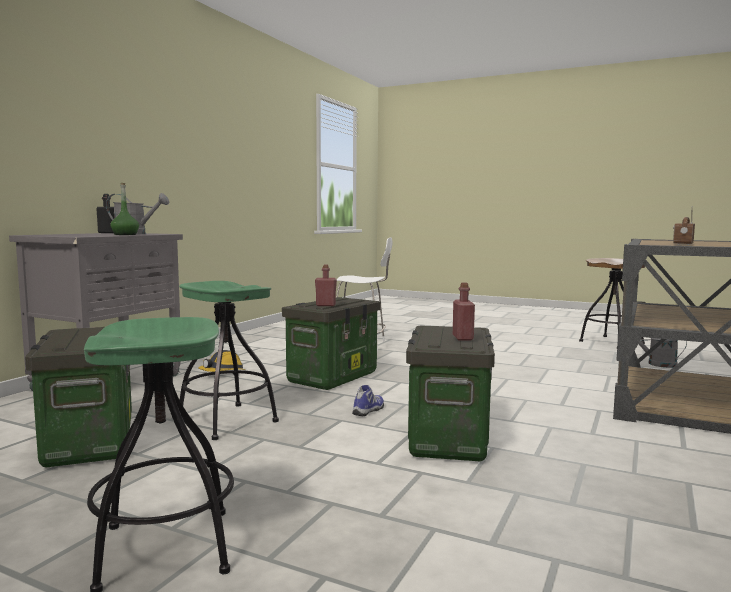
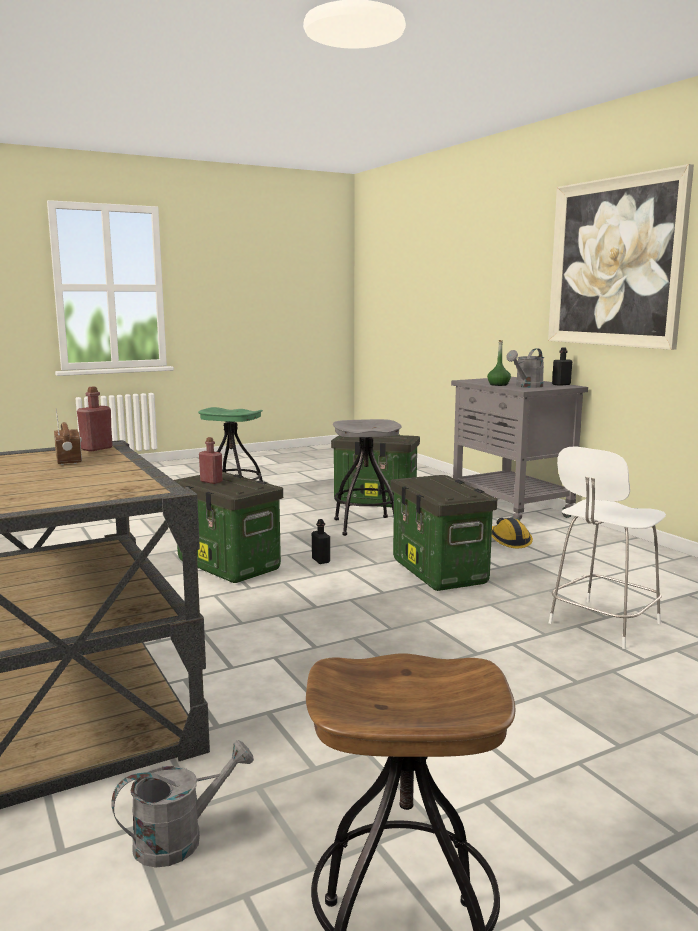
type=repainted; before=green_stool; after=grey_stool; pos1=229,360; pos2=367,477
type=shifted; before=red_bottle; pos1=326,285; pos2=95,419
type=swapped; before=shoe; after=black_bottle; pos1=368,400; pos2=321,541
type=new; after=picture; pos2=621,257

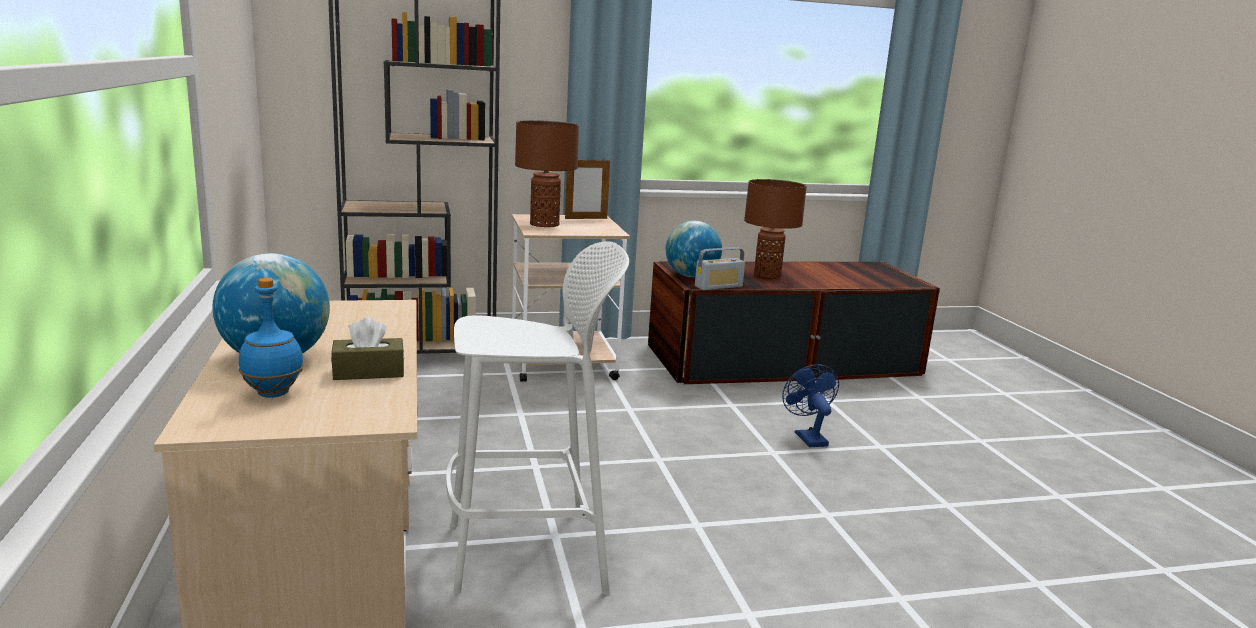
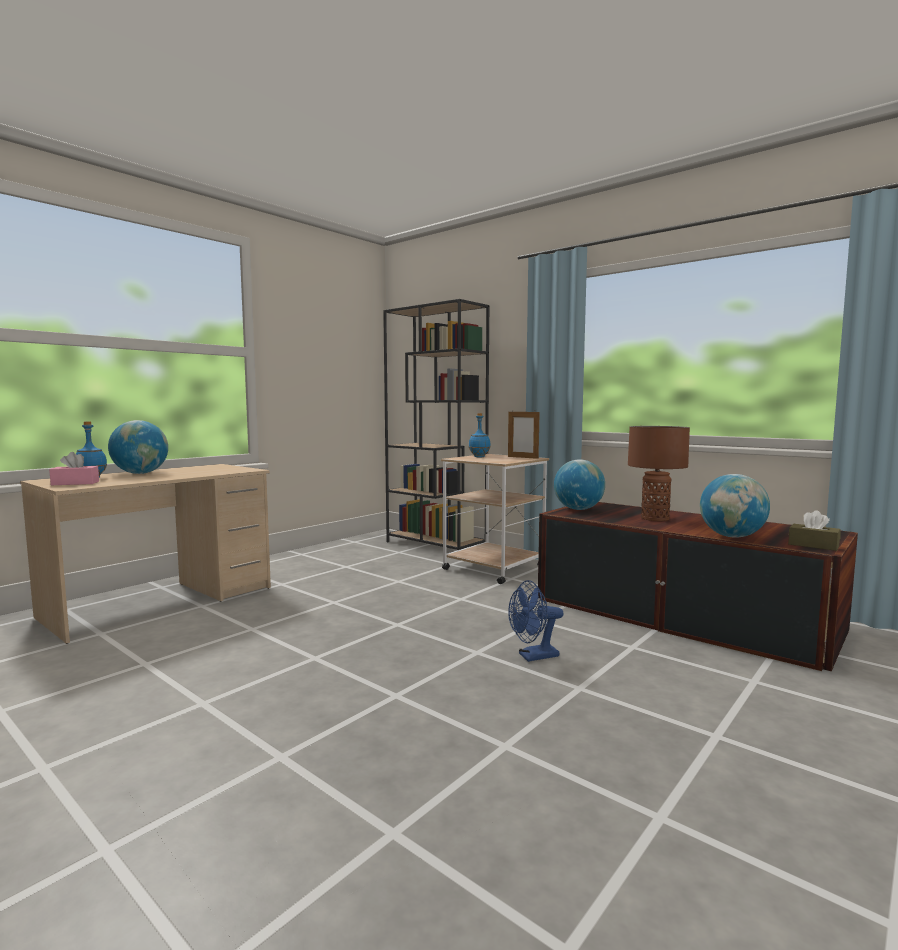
type=shifted; before=brown_tissue_box; pos1=367,348; pos2=814,530
type=gone; before=white_stool; pos1=537,418
type=swapped; before=brown_table_lamp; after=blue_bottle; pos1=547,173; pos2=479,435
type=gone; before=radio; pos1=720,268
type=rotated; before=blue_fan; pos1=810,405; pos2=536,621; turn=-150
type=new; after=pink_tissue_box; pos2=74,468
type=new; after=globe; pos2=735,506

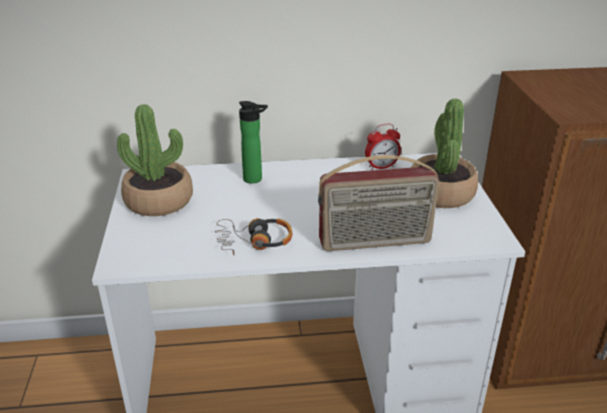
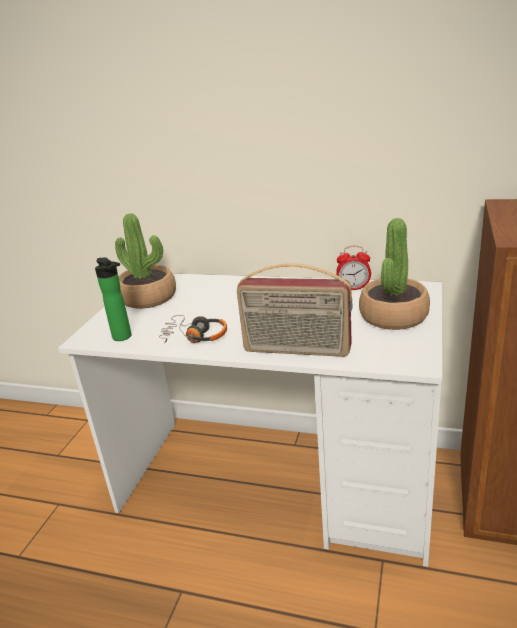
type=shifted; before=bottle; pos1=253,142; pos2=113,299

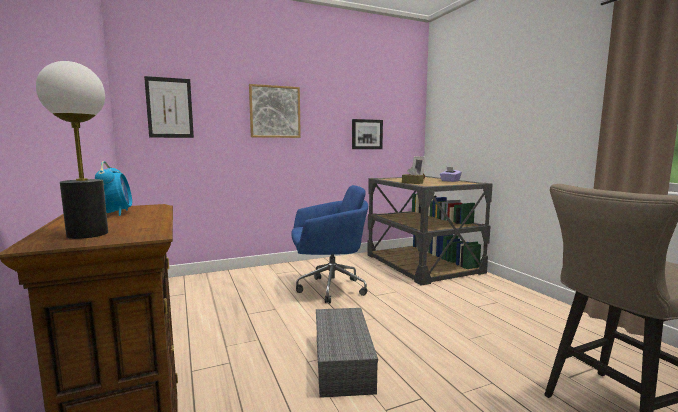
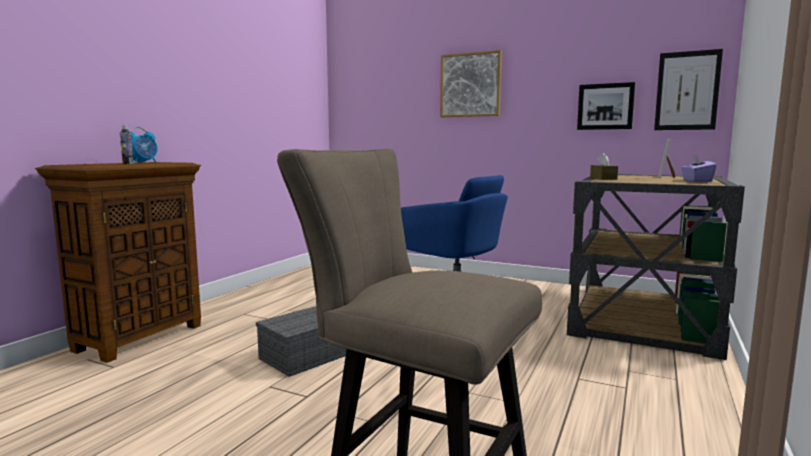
type=gone; before=table_lamp; pos1=72,150
type=shifted; before=picture; pos1=169,107; pos2=688,89
type=new; after=bottle; pos2=127,144

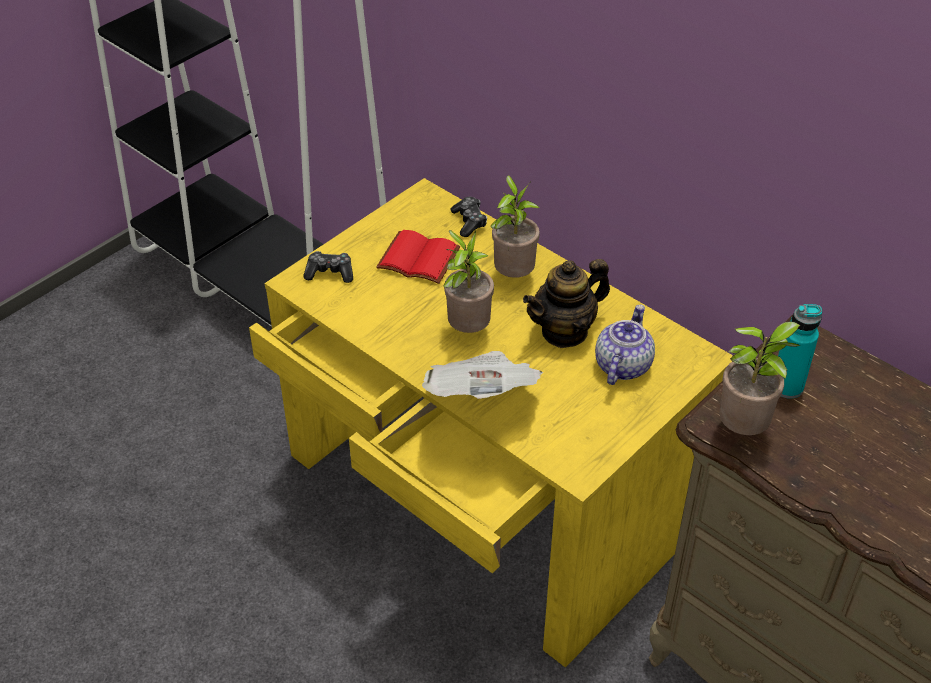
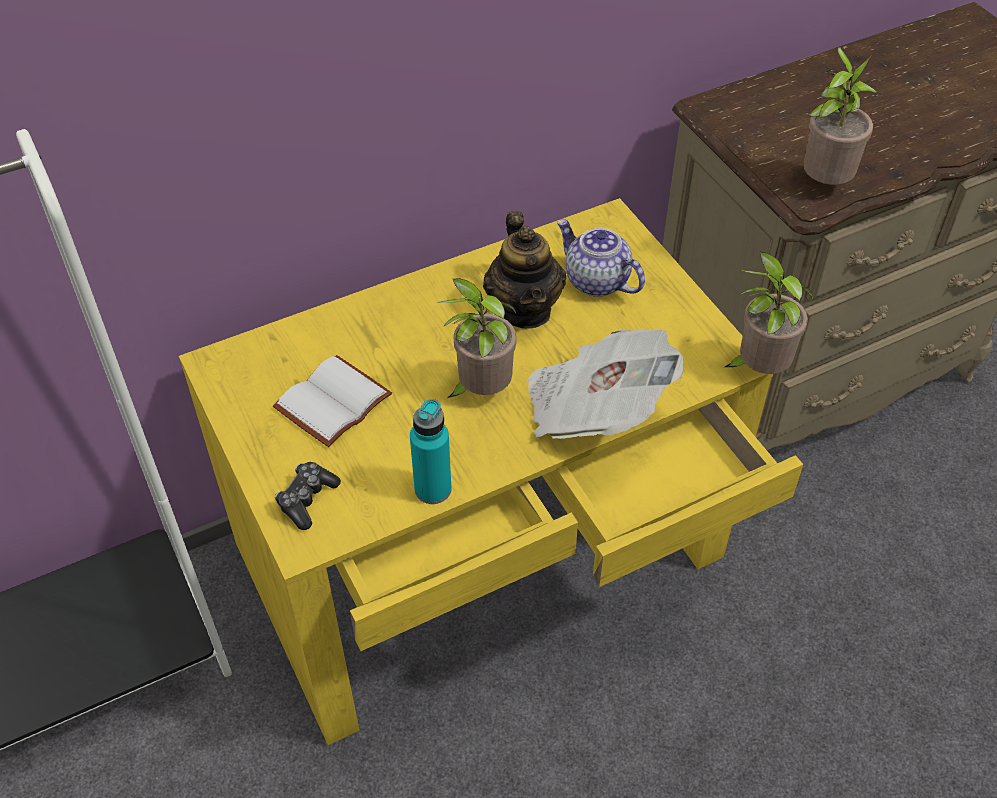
type=repainted; before=red_book; after=white_book; pos1=418,257; pos2=332,401
type=gone; before=game_controller; pos1=468,217
type=shifted; before=potted_plant; pos1=515,226; pos2=769,313
type=shifted; before=turquoise_bottle; pos1=800,351; pos2=431,451

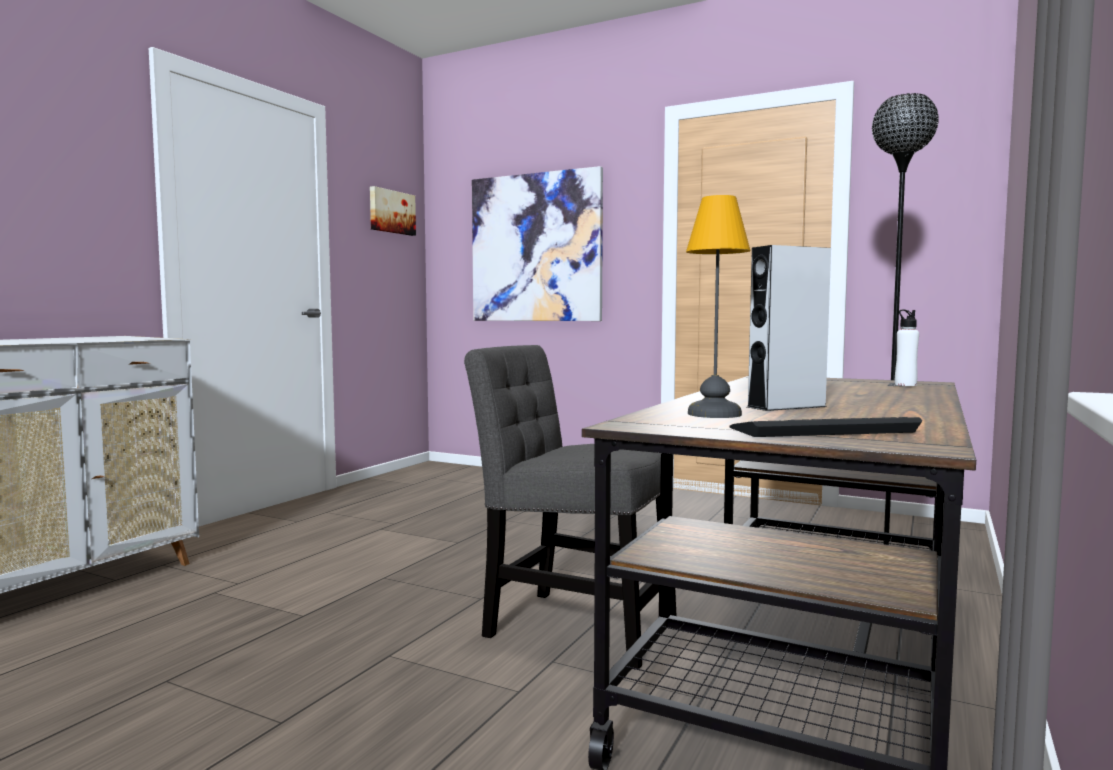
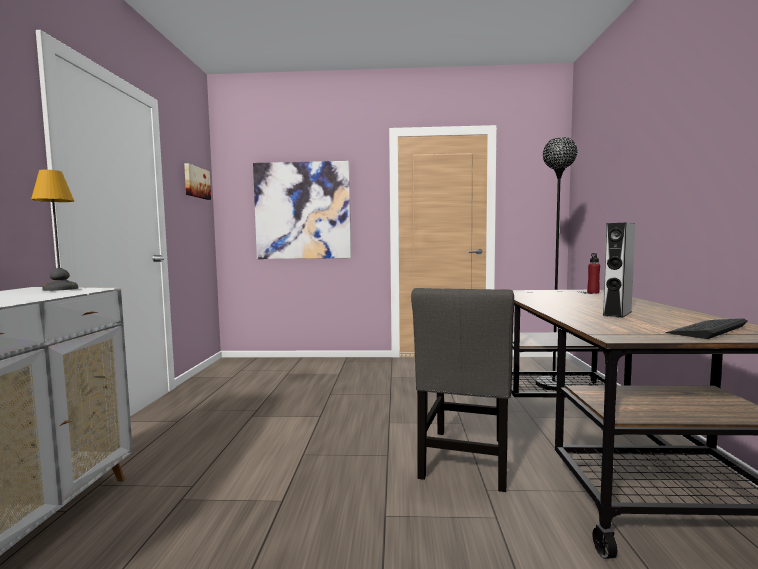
type=rotated; before=grey_chair; pos1=570,507; pos2=462,390; turn=-75
type=shifted; before=table_lamp; pos1=718,306; pos2=54,230
type=repainted; before=white_bottle; after=red_bottle; pos1=907,348; pos2=593,273

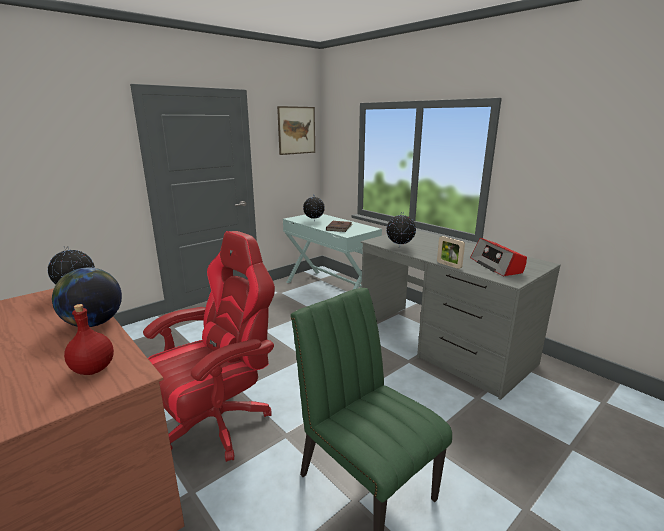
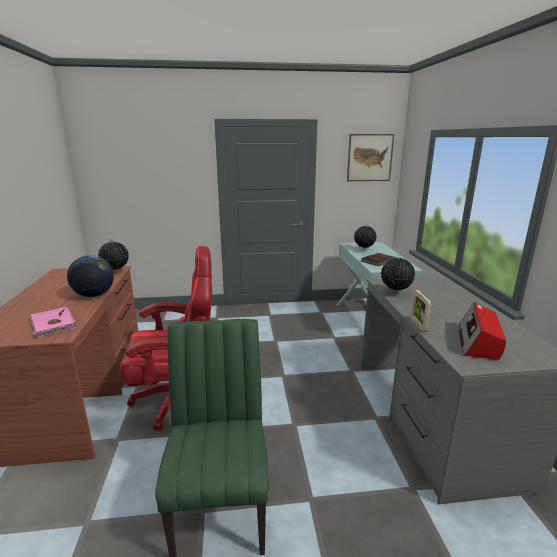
type=swapped; before=red_bottle; after=pink_book; pos1=89,339; pos2=53,322

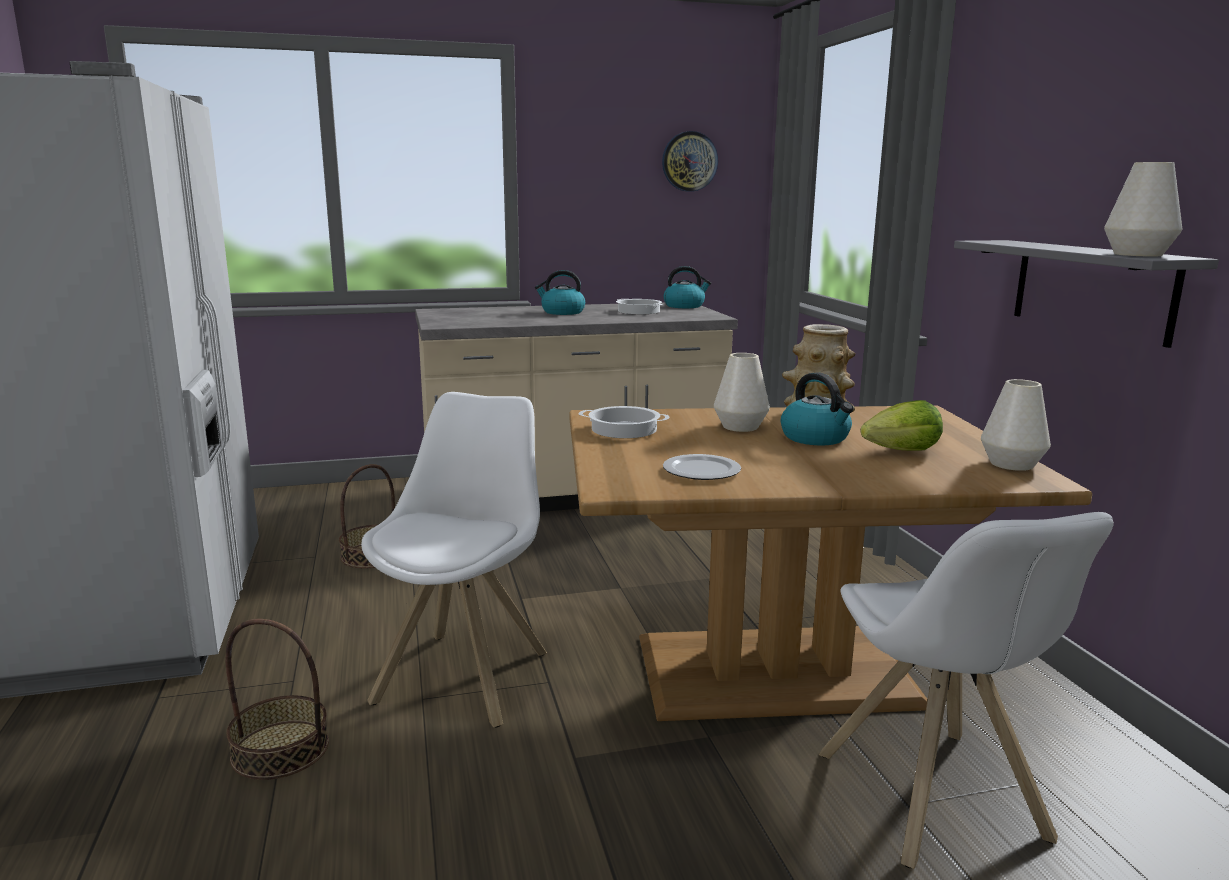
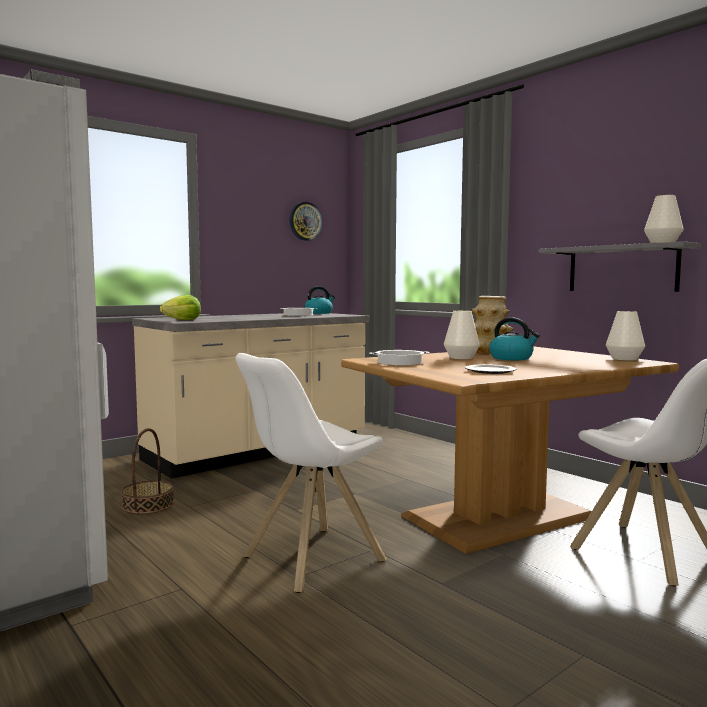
type=gone; before=basket; pos1=277,699
type=rotated; before=white_chair; pos1=454,559; pos2=310,473; turn=-120
type=gone; before=kettle; pos1=560,292
type=shifted; before=lettuce; pos1=901,425; pos2=180,307

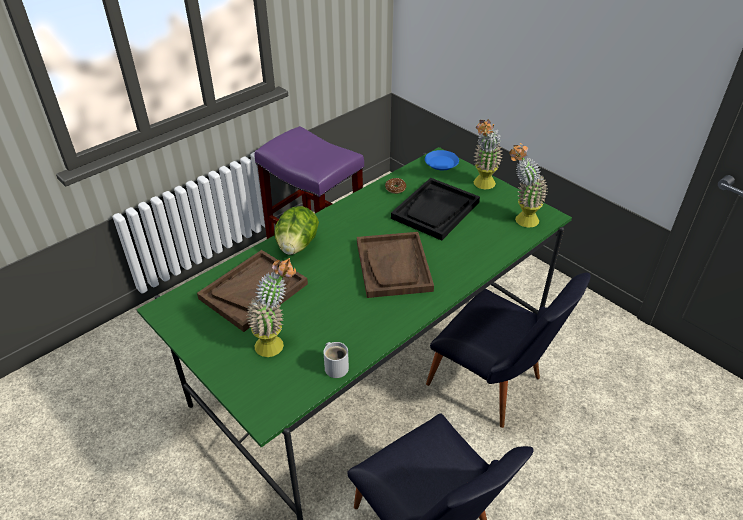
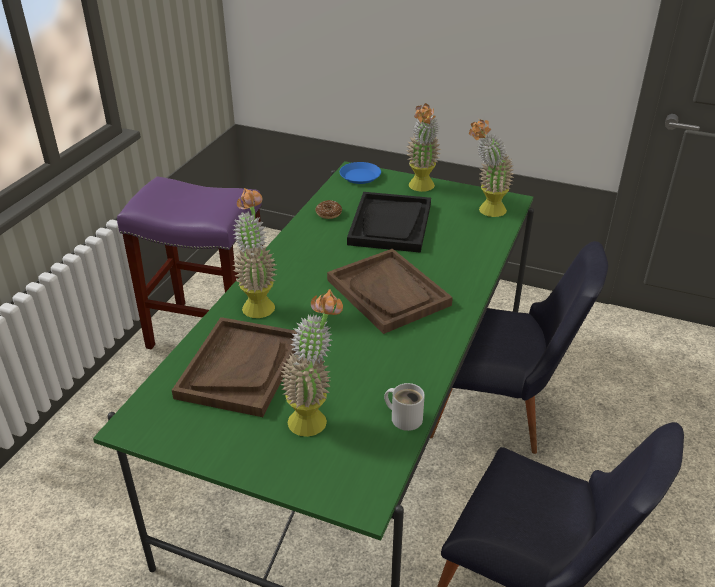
type=swapped; before=lettuce; after=potted_plant; pos1=296,230; pos2=255,253

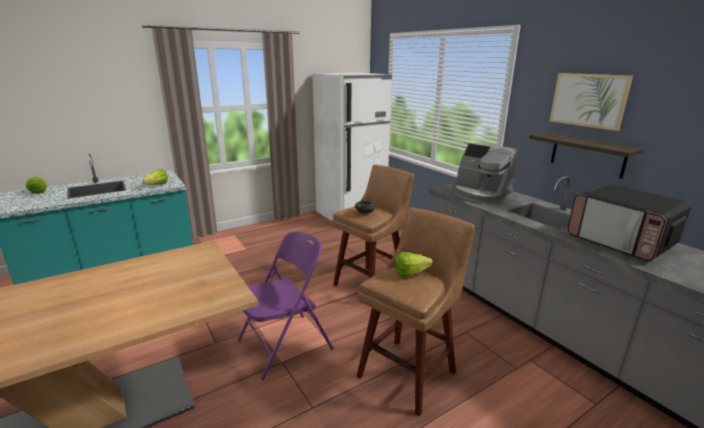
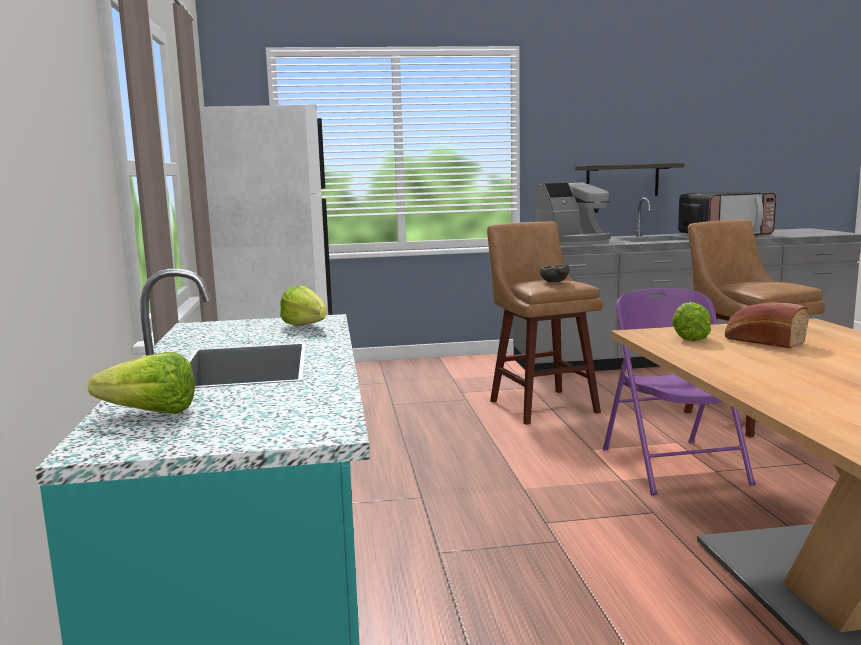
type=shifted; before=lettuce; pos1=414,264; pos2=691,321
type=gone; before=picture; pos1=591,102
type=new; after=bread; pos2=767,325

